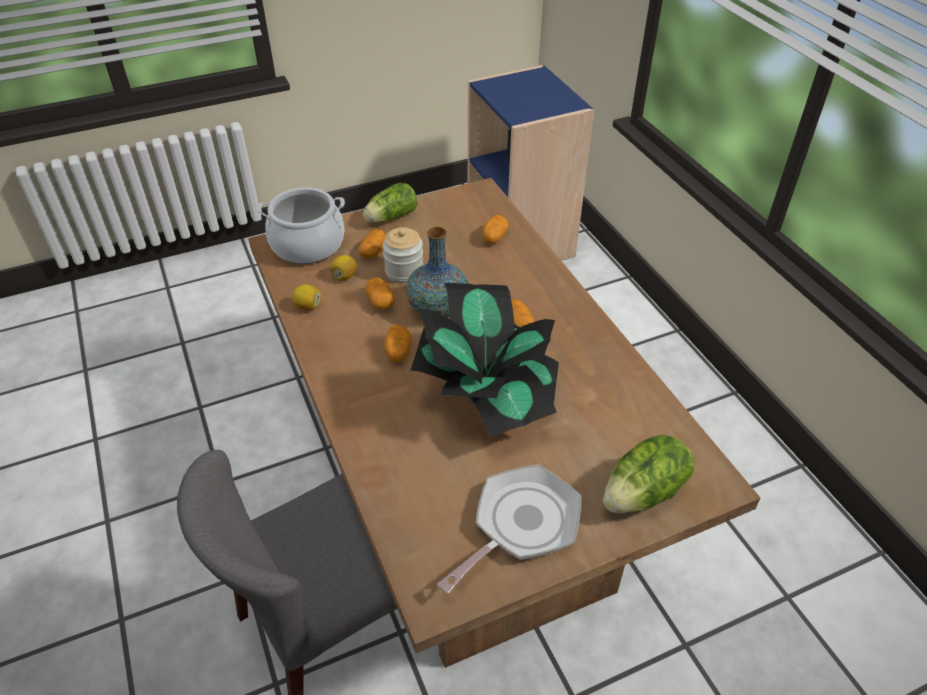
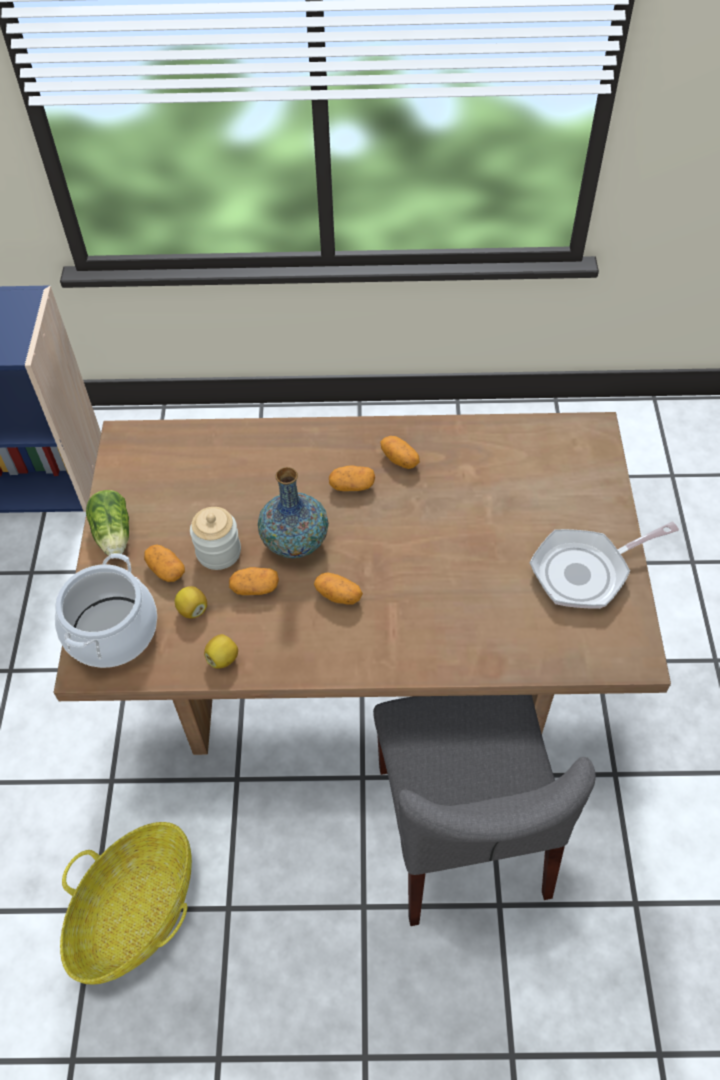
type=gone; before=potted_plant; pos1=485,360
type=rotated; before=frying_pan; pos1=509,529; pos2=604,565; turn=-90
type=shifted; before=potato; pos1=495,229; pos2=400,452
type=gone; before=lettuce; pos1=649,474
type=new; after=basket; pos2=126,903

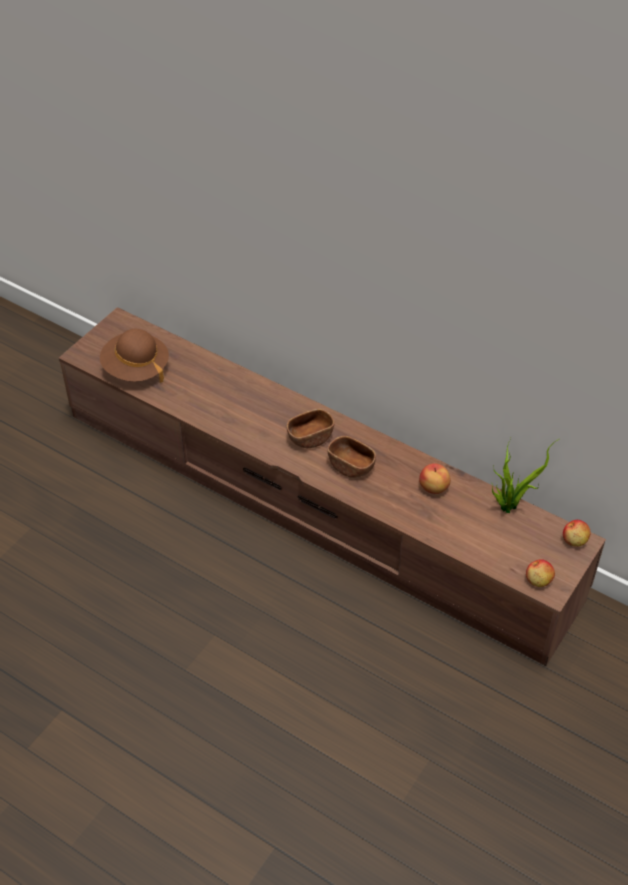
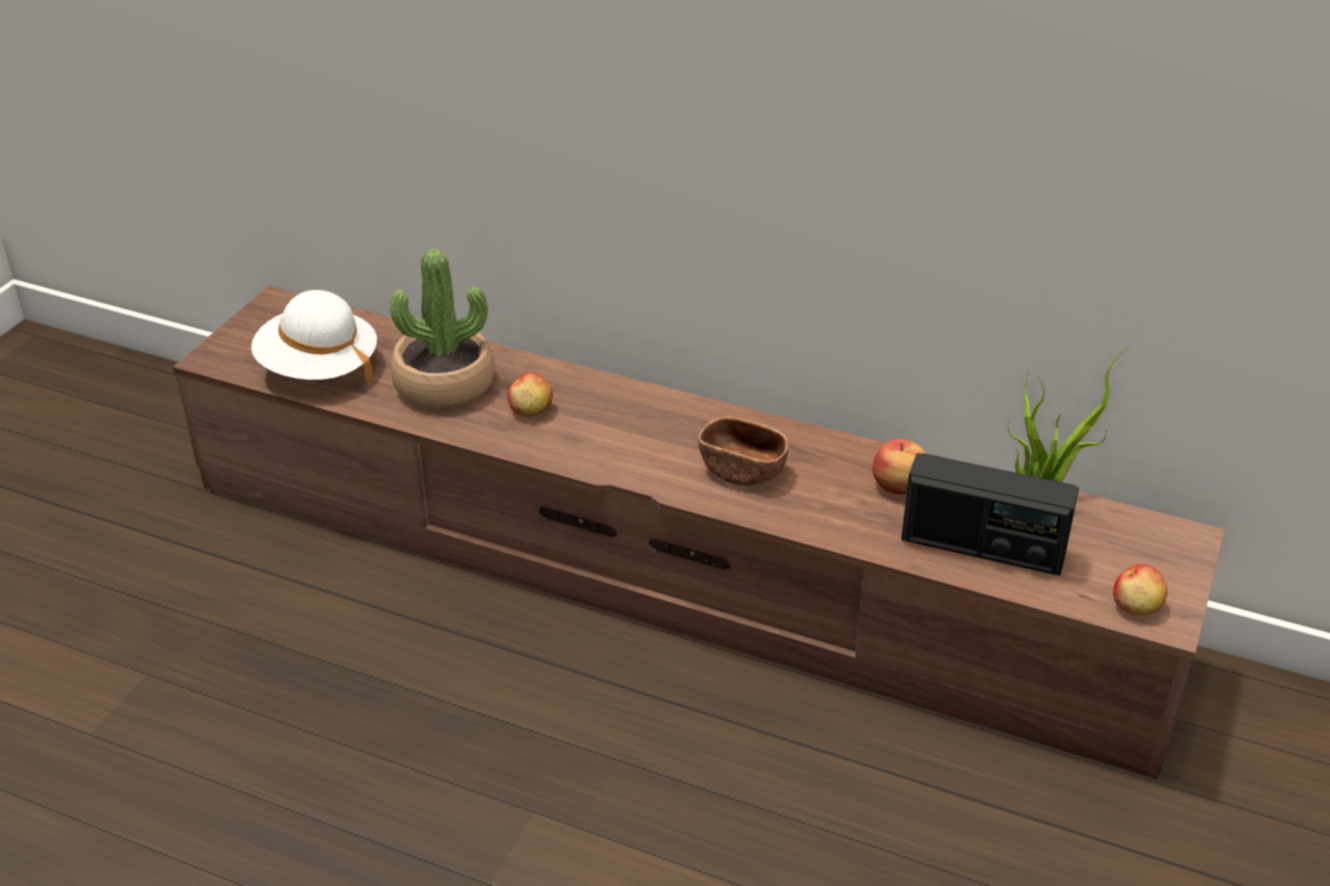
type=repainted; before=brown_hat; after=white_hat; pos1=134,356; pos2=314,337
type=gone; before=brown_bowl; pos1=311,428
type=shifted; before=apple; pos1=577,533; pos2=530,394
type=new; after=potted_plant; pos2=442,329
type=new; after=radio; pos2=990,514

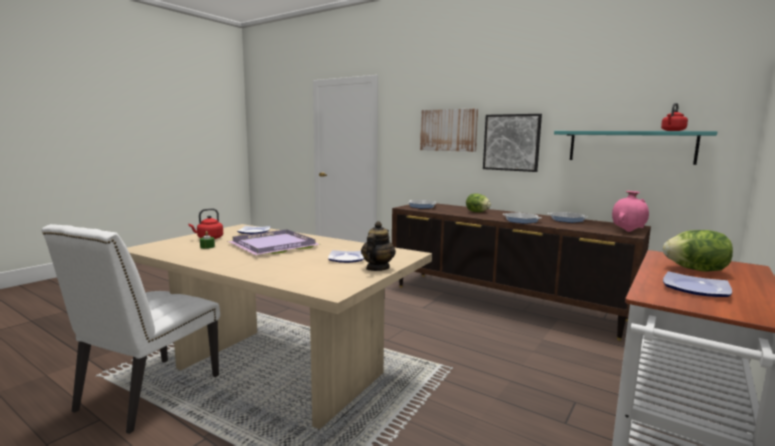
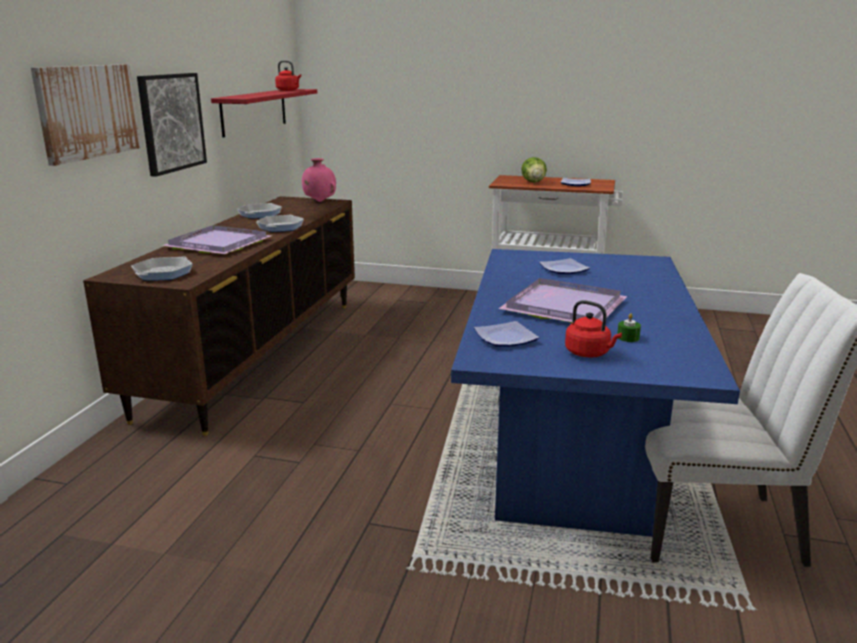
type=repainted; before=beige_dining_table; after=blue_dining_table; pos1=279,326; pos2=595,393
type=gone; before=teapot; pos1=378,246
type=swapped; before=lettuce; after=purple_tray; pos1=478,202; pos2=216,239
type=repainted; before=turquoise_shelf; after=red_shelf; pos1=636,148; pos2=264,113

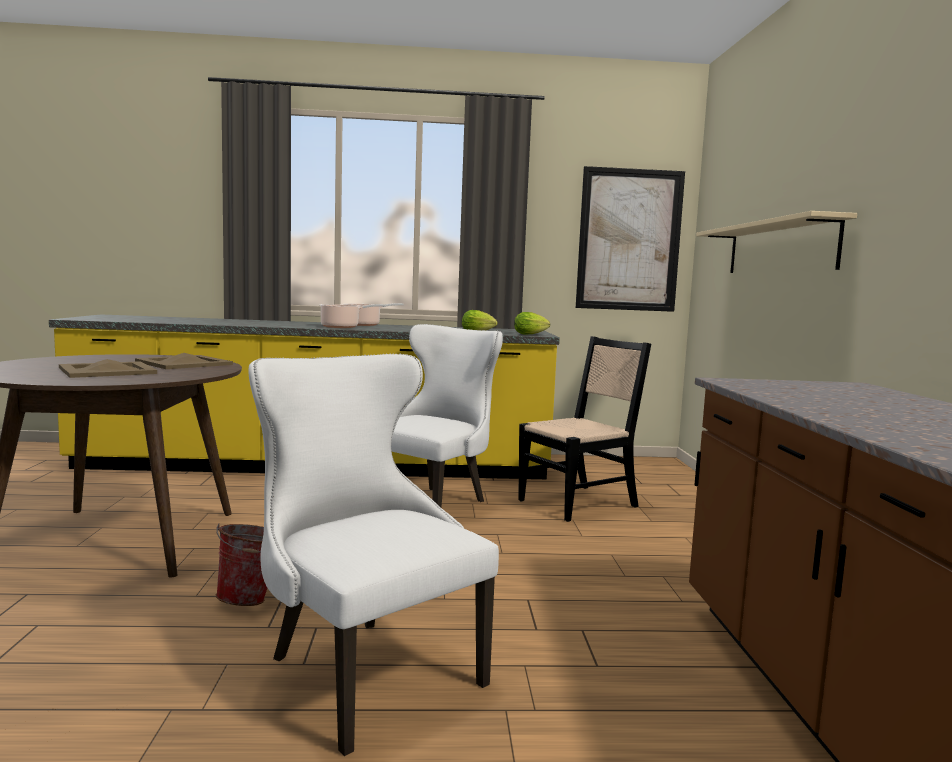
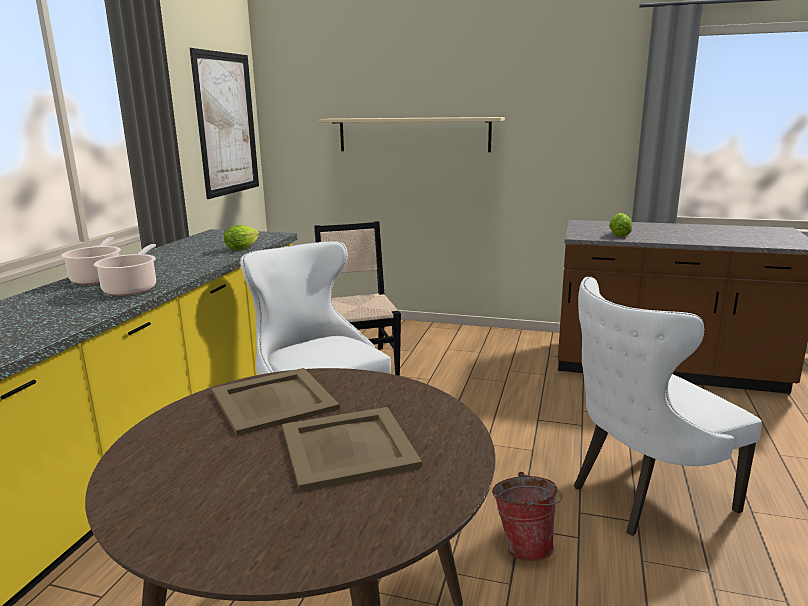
type=shifted; before=lettuce; pos1=532,323; pos2=620,225

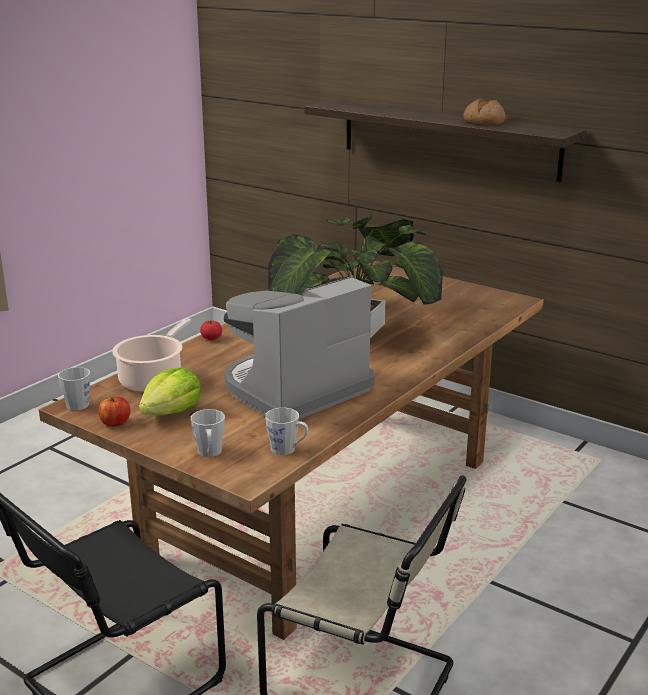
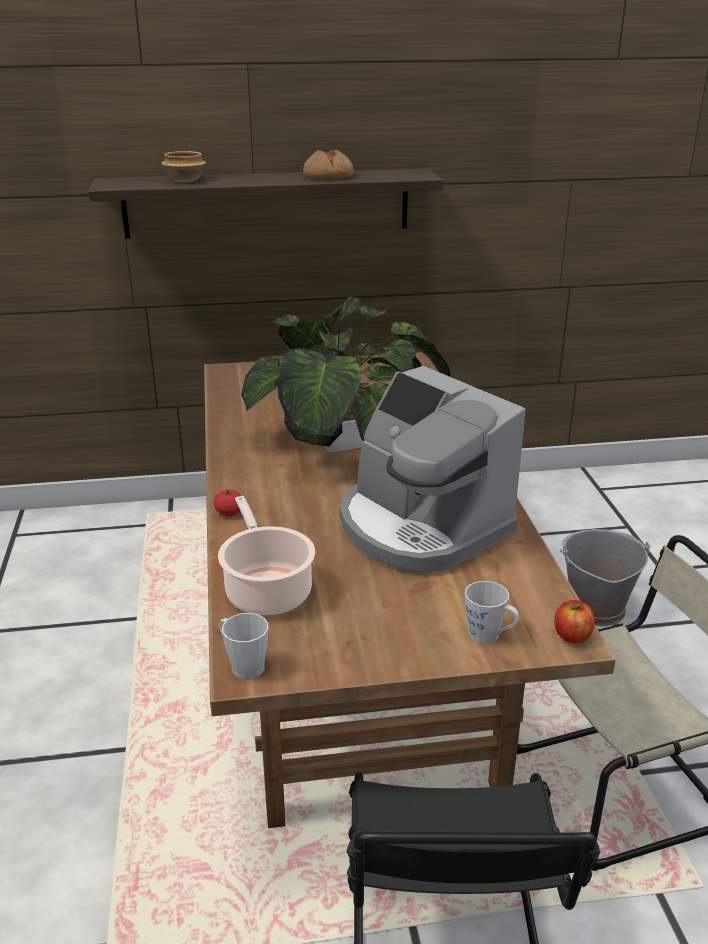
type=shifted; before=apple; pos1=114,412; pos2=574,621
type=gone; before=lettuce; pos1=170,391
type=rotated; before=coffee_machine; pos1=299,347; pos2=432,470; turn=-45
type=gone; before=grey_mug; pos1=286,431
type=new; after=bowl; pos2=183,166
type=new; after=grey_bucket; pos2=605,577

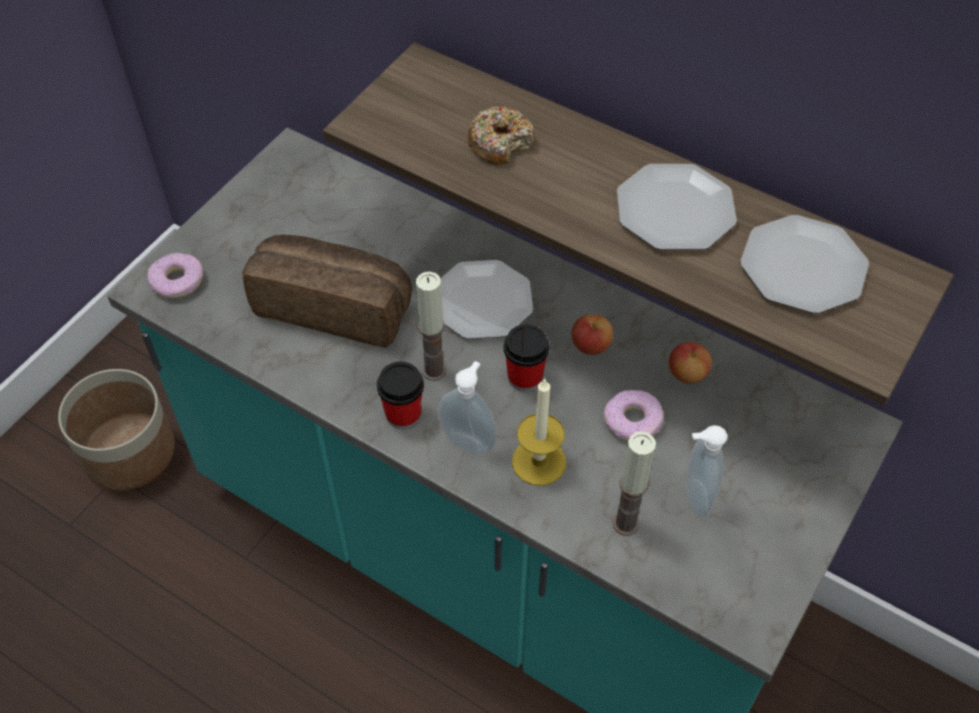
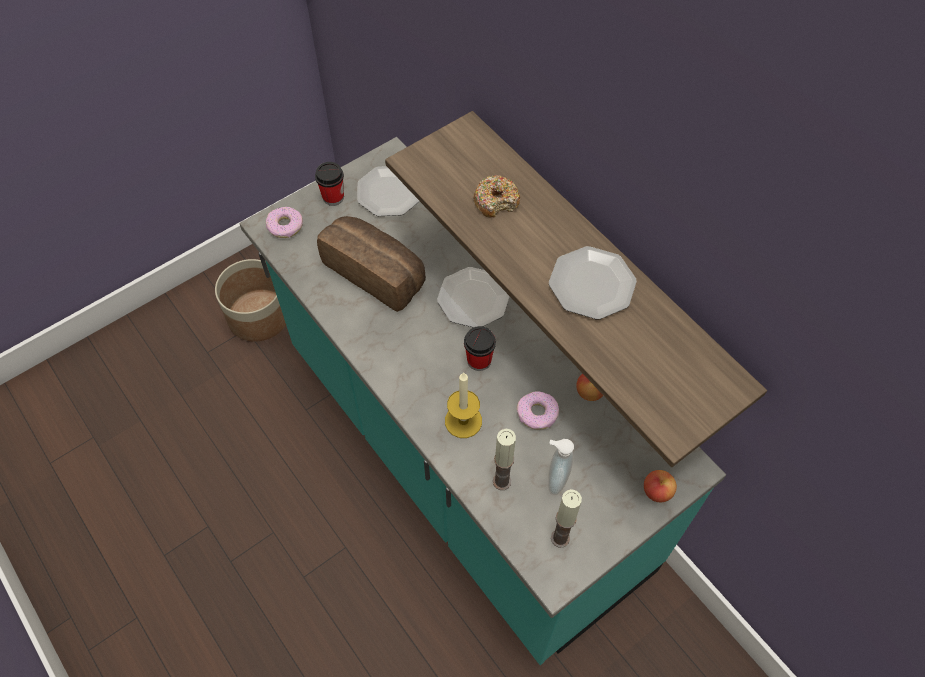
type=shifted; before=cup; pos1=400,395; pos2=329,184
type=shifted; before=candle; pos1=431,326; pos2=566,518
type=gone; before=soap_dispenser; pos1=467,408
type=shifted; before=apple; pos1=592,334; pos2=660,486
type=shifted; before=plate; pos1=804,264; pos2=388,191

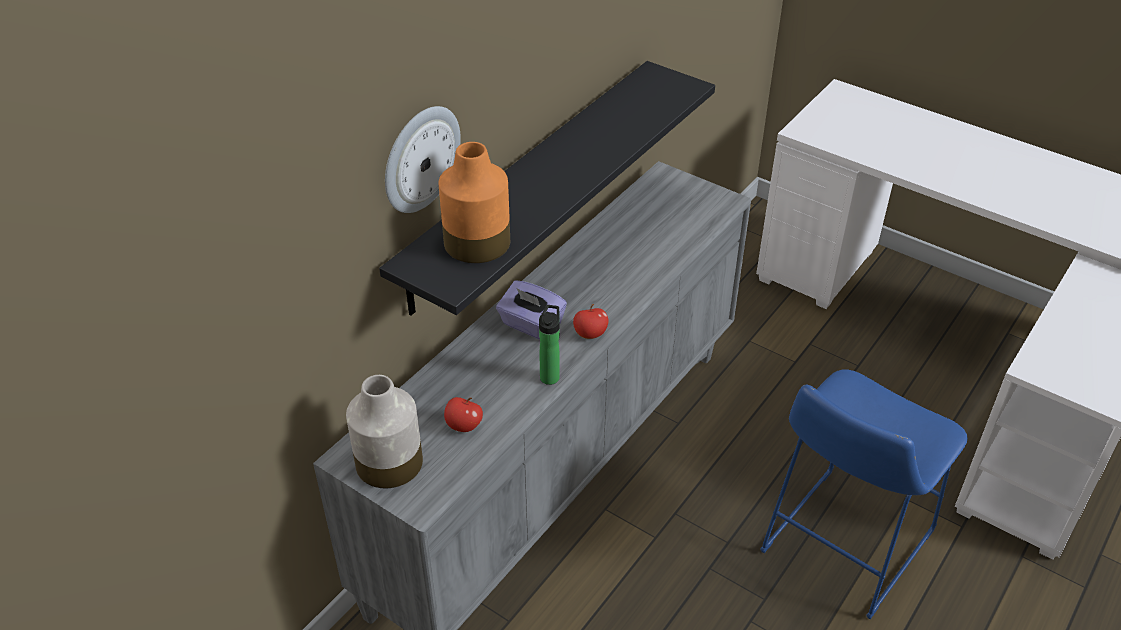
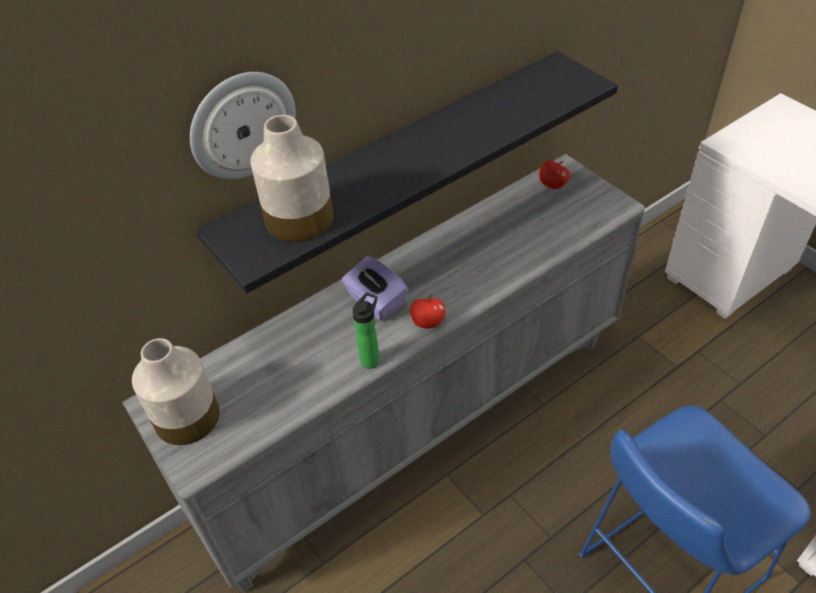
type=repainted; before=orange_vase; after=beige_vase; pos1=474,202; pos2=291,178
type=shifted; before=apple; pos1=463,414; pos2=554,174

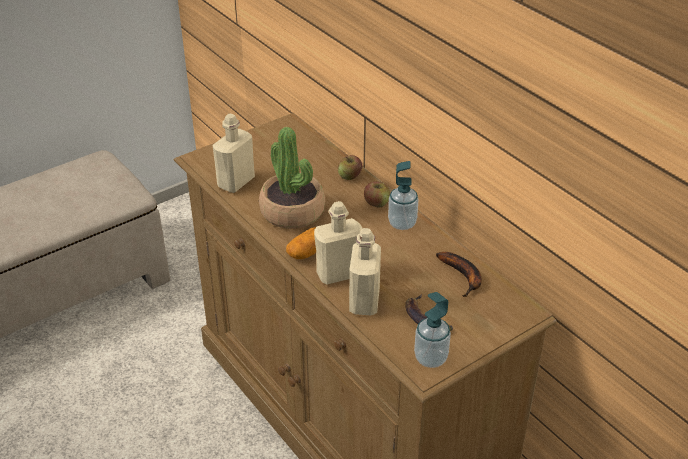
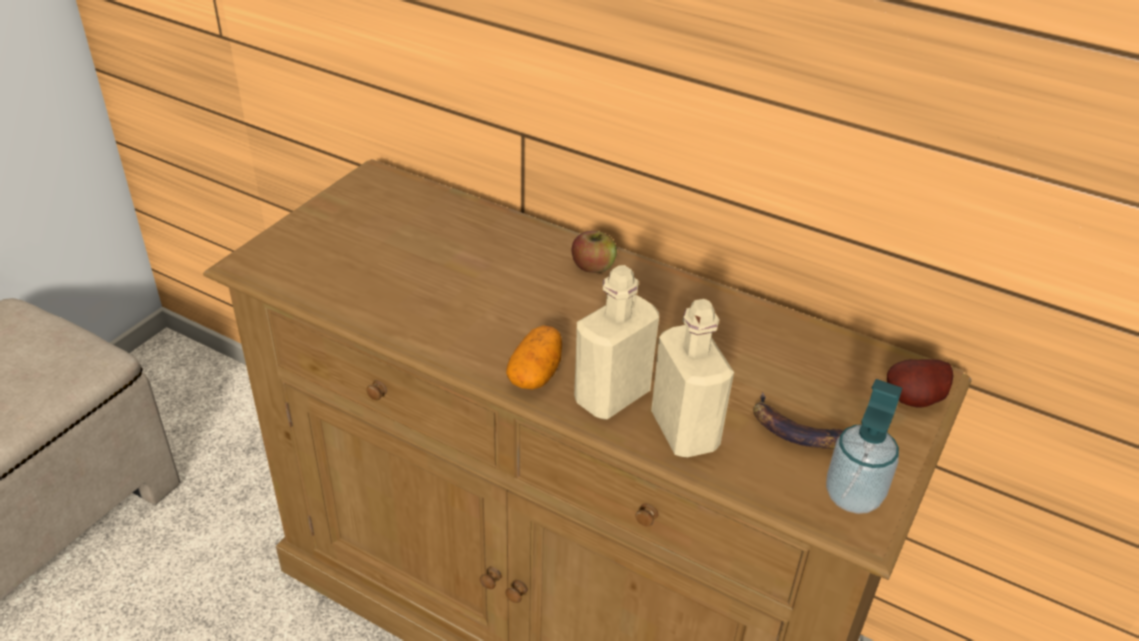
type=gone; before=beige_bottle; pos1=234,153
type=gone; before=potted_plant; pos1=292,178
type=gone; before=apple; pos1=350,167
type=gone; before=soap_dispenser; pos1=403,195
type=gone; before=banana; pos1=459,274
type=new; after=potato; pos2=920,383

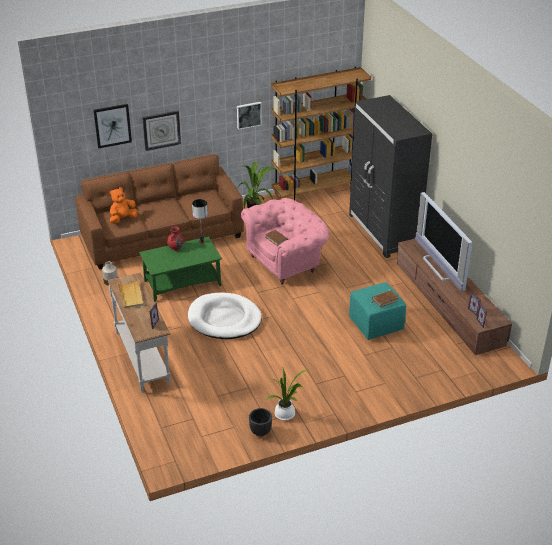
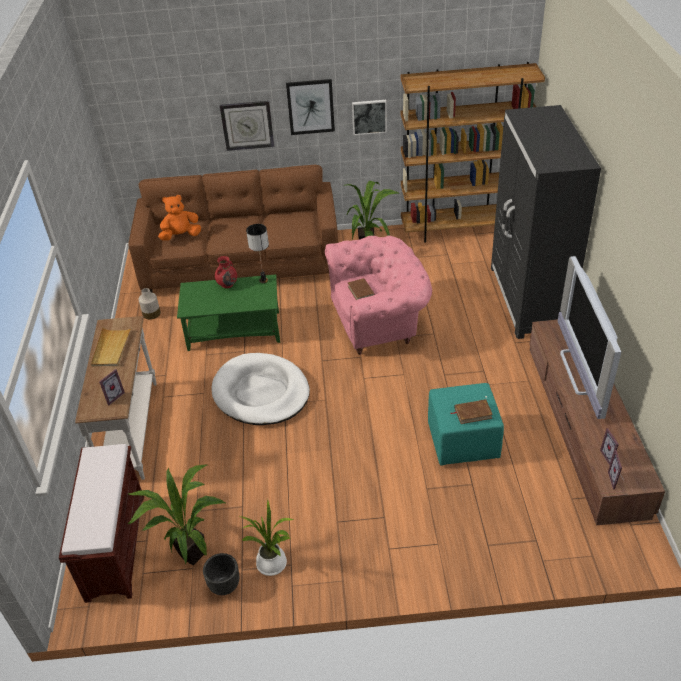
type=shifted; before=picture; pos1=112,126; pos2=310,107
type=new; after=brown_bench; pos2=101,523
type=new; after=potted_plant; pos2=177,515

